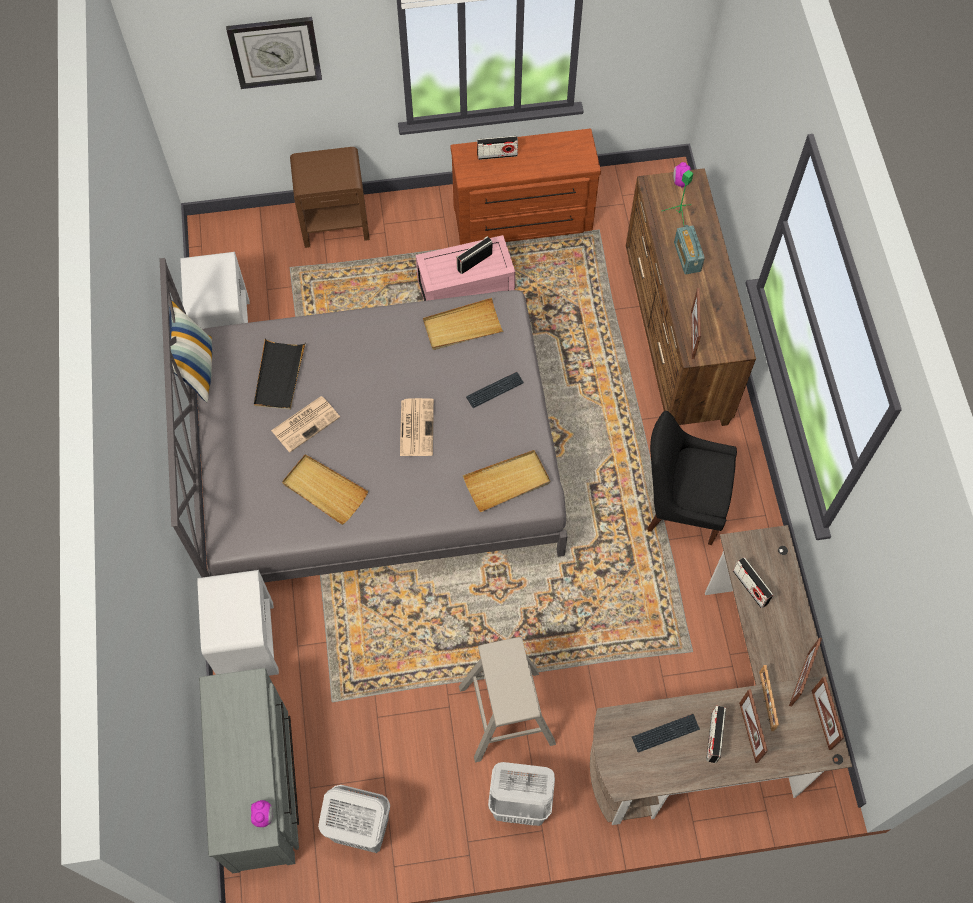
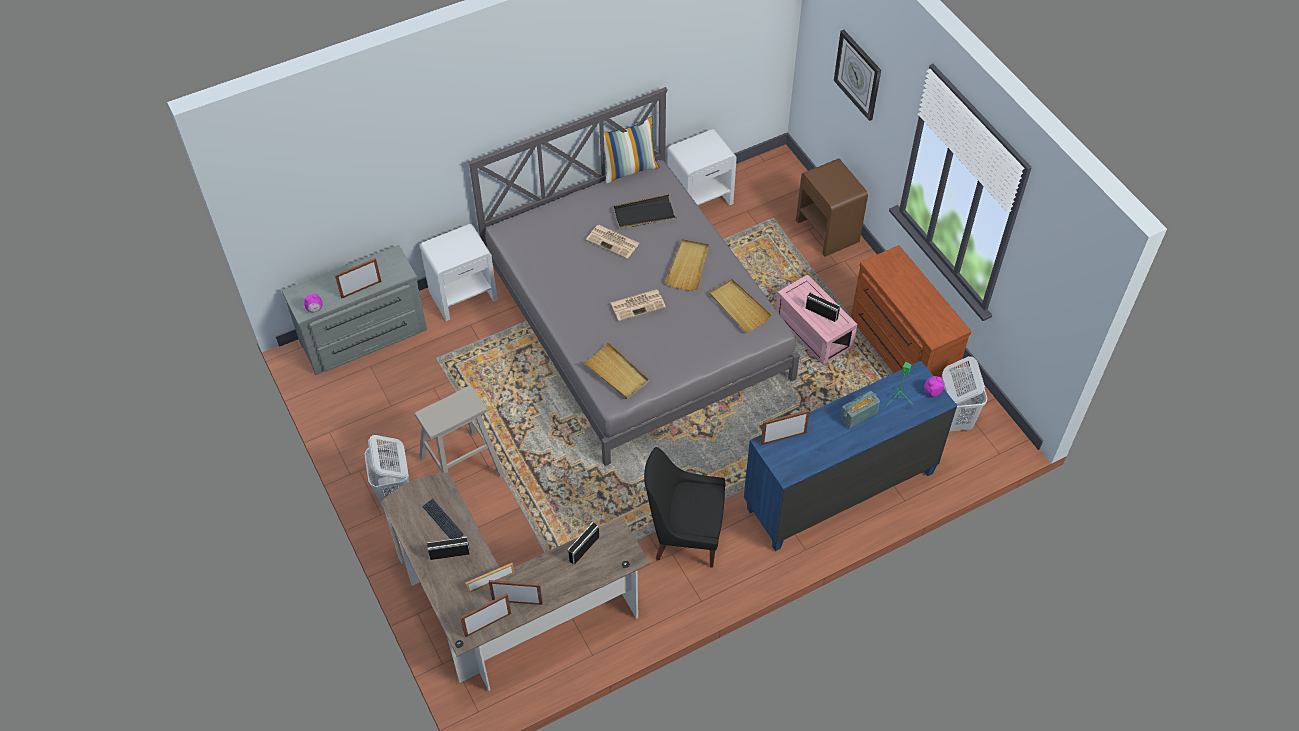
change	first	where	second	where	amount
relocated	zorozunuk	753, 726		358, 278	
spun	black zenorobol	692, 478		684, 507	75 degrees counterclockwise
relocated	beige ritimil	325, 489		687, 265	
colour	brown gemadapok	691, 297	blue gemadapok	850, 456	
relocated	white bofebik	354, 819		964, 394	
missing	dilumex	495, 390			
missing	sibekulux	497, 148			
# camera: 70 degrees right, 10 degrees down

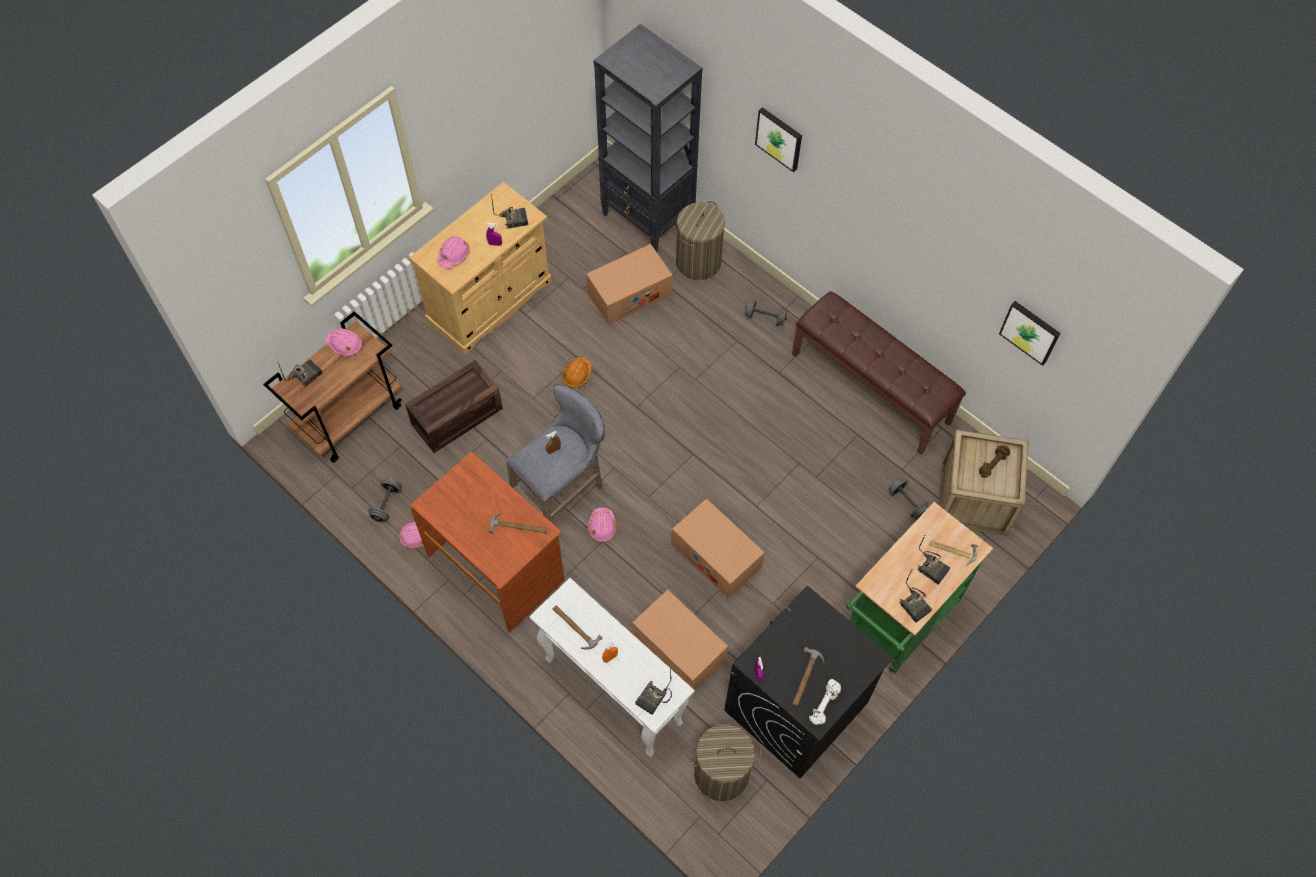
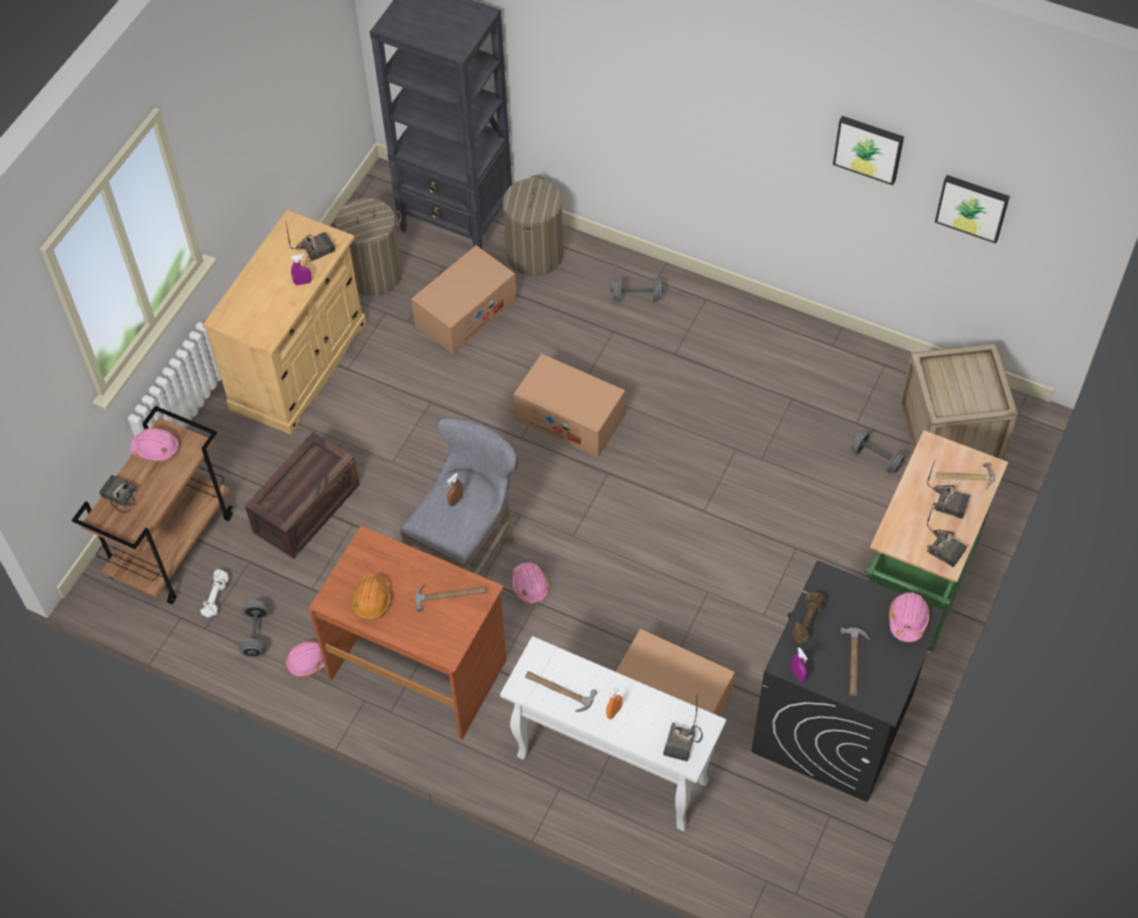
change	first	where	second	where	amount
spun	sibekulux	300, 373		118, 494	90 degrees counterclockwise
relocated	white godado	825, 702		214, 593	
relocated	bofebik	725, 762		368, 247	
relocated	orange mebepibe	577, 373		371, 597	
relocated	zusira	718, 548		569, 405	
relocated	brown godado	994, 461		809, 617	
relocated	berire	778, 139		868, 150	
relocated	pink mebepibe	453, 252		909, 617	
missing	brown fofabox	879, 373			
# camera: 15 degrees left, 5 degrees down

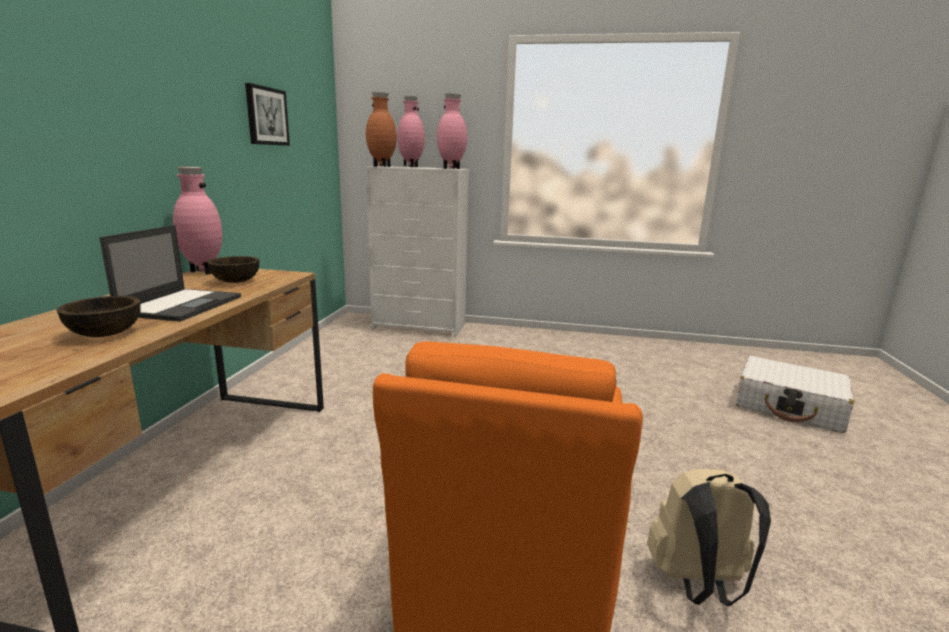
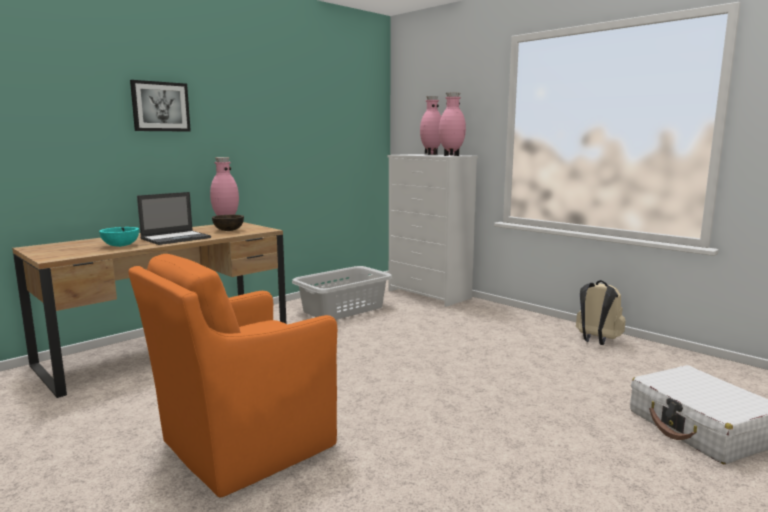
change	first	where	second	where	amount
colour	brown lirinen	98, 316	turquoise lirinen	119, 237	
relocated	berire	267, 114		160, 106	
appeared			grey bofebik	342, 293	
relocated	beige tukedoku	709, 537		601, 312	
missing	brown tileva	381, 129			
# camera: 35 degrees right, 5 degrees down

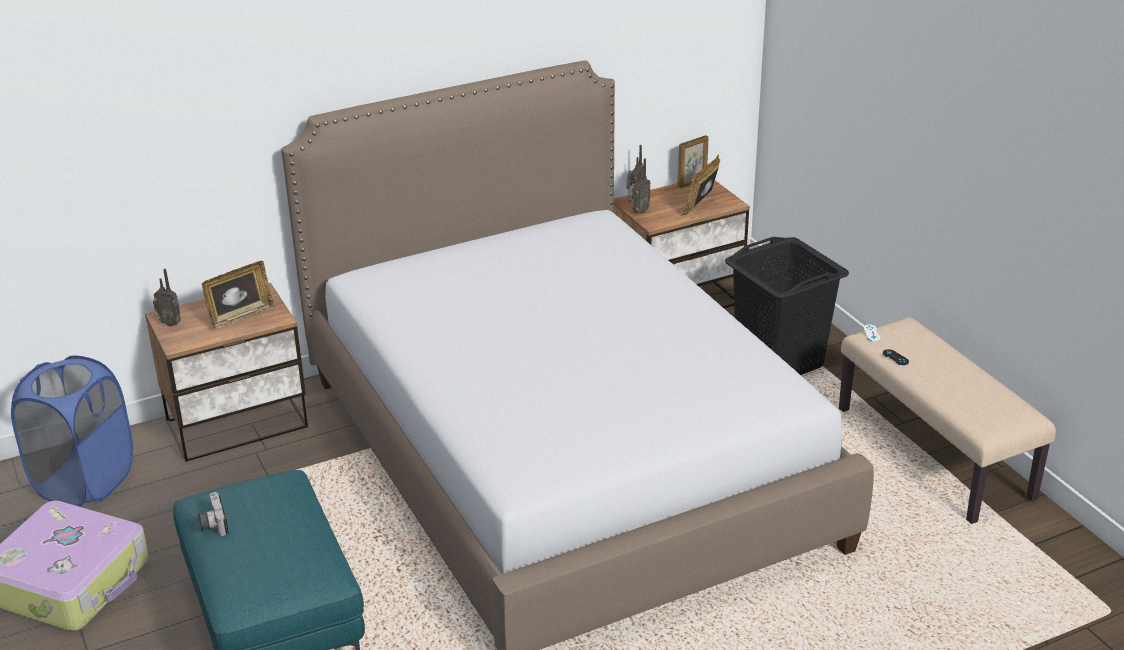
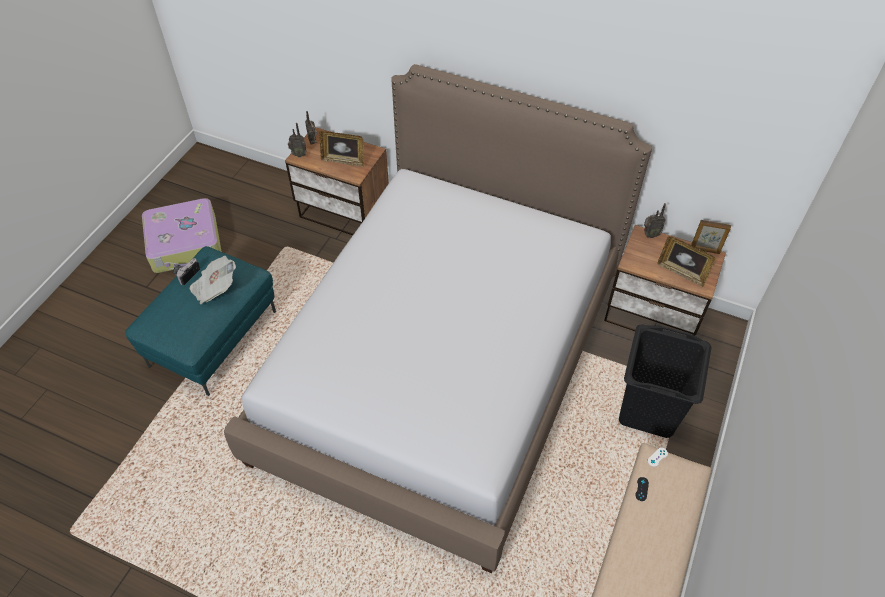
change	first	where	second	where	amount
appeared			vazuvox	213, 280	
relocated	sibekulux	640, 186		297, 140	
spun	zorozunuk	701, 185		686, 261	135 degrees counterclockwise
missing	blue bofebik	72, 431			
# camera: 50 degrees right, 20 degrees up

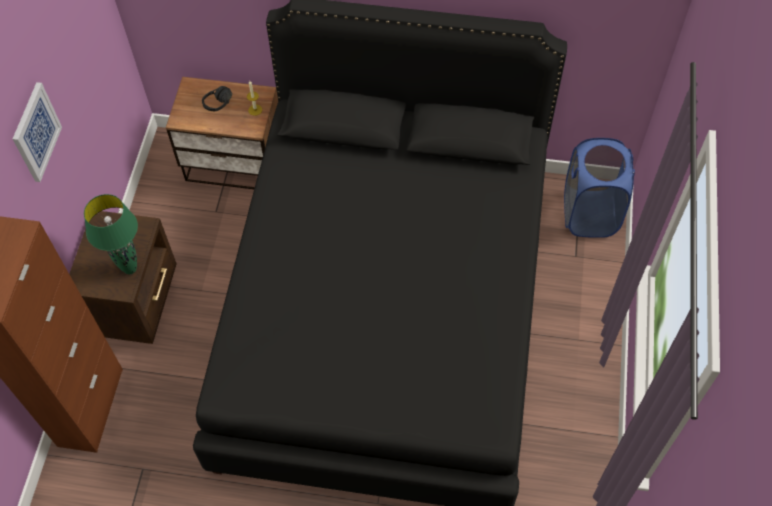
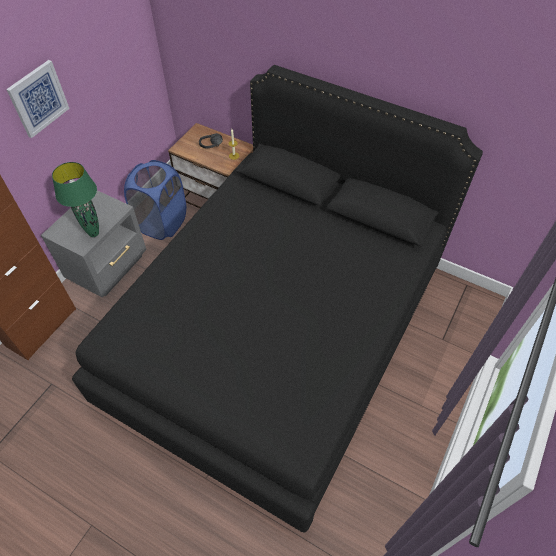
change	first	where	second	where	amount
colour	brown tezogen	123, 277	grey tezogen	93, 244	
relocated	blue bofebik	599, 188		155, 200	
# camera: 20 degrees right, 5 degrees down

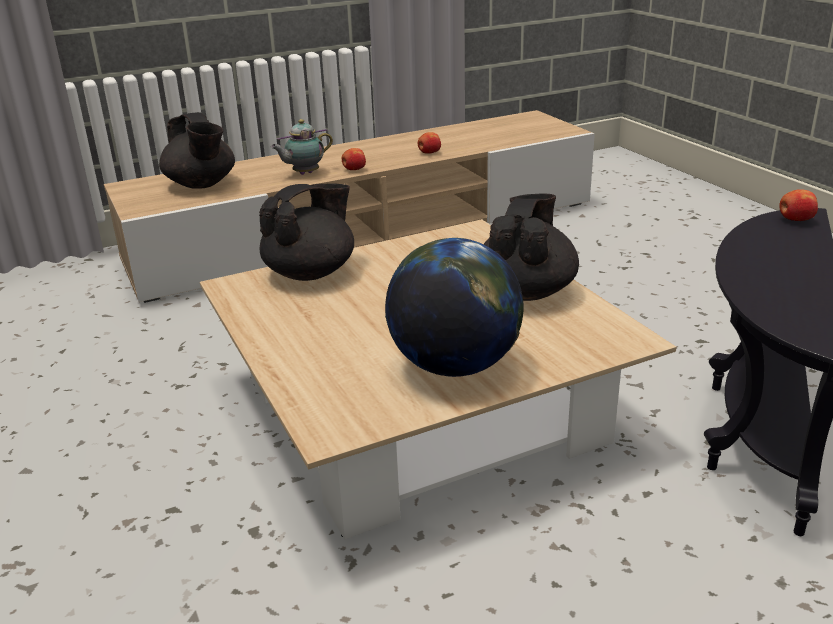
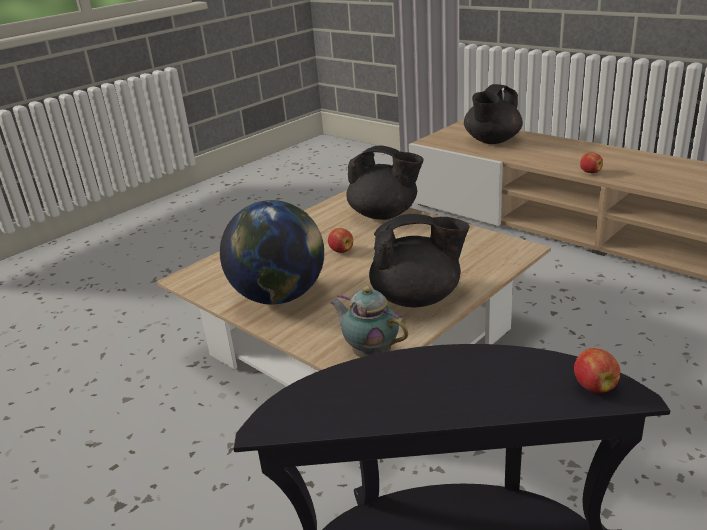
change	first	where	second	where	amount
relocated	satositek	429, 143		340, 240	
relocated	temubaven	301, 147		369, 321	
# camera: 70 degrees right, 0 degrees up

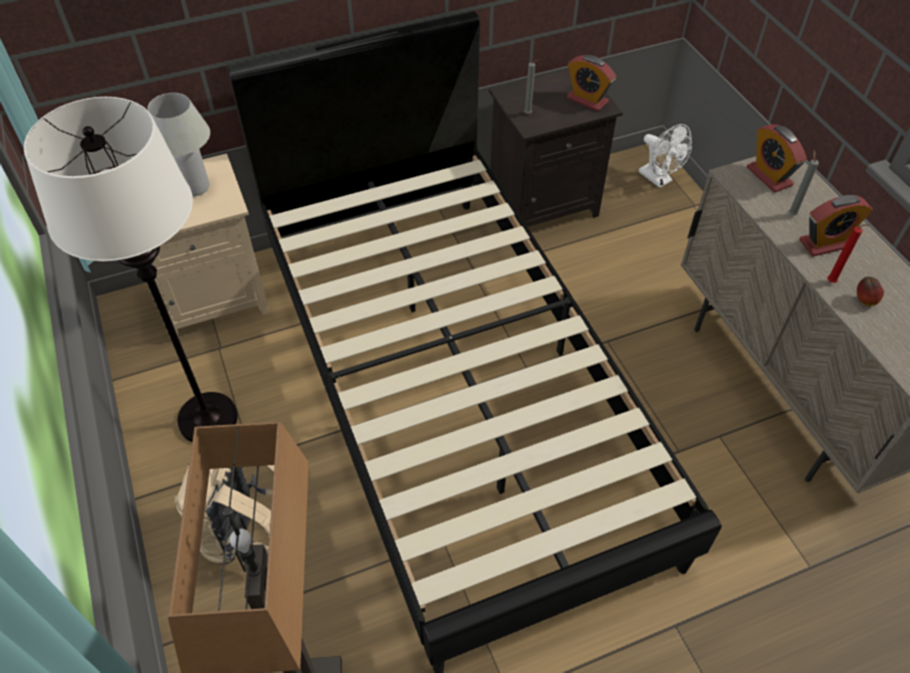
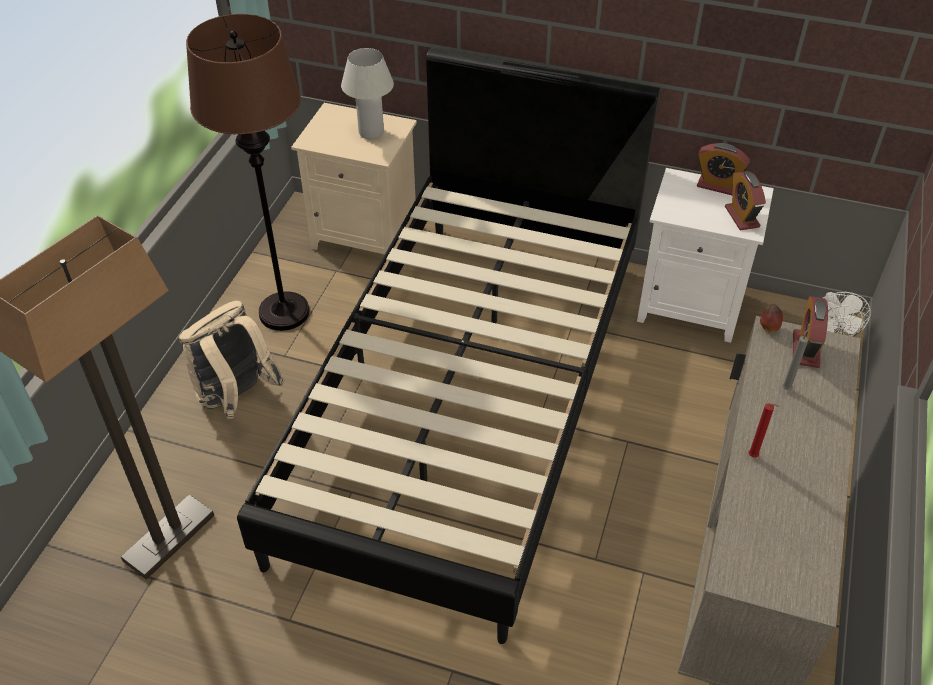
change	first	where	second	where	amount
colour	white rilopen	131, 269	brown rilopen	248, 172	
colour	black tezogen	556, 148	white tezogen	705, 255	
relocated	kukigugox	836, 226		723, 169	
relocated	satositek	870, 291		771, 318	
missing	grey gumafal	531, 87			
# camera: 40 degrees right, 5 degrees down

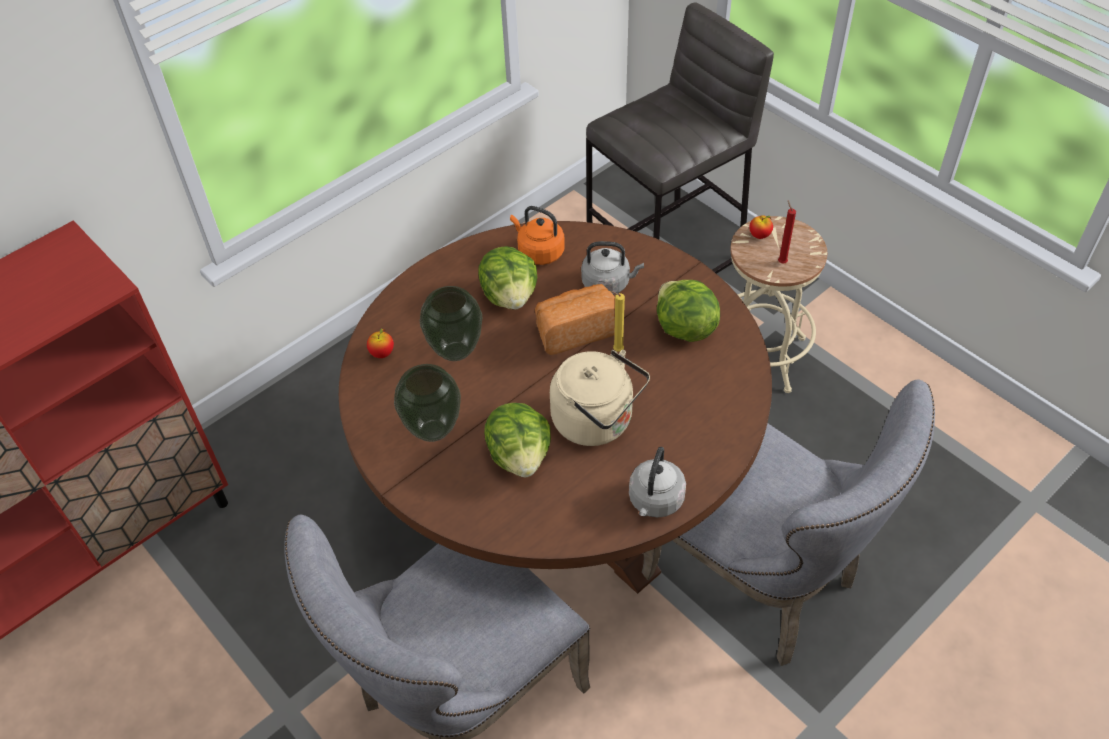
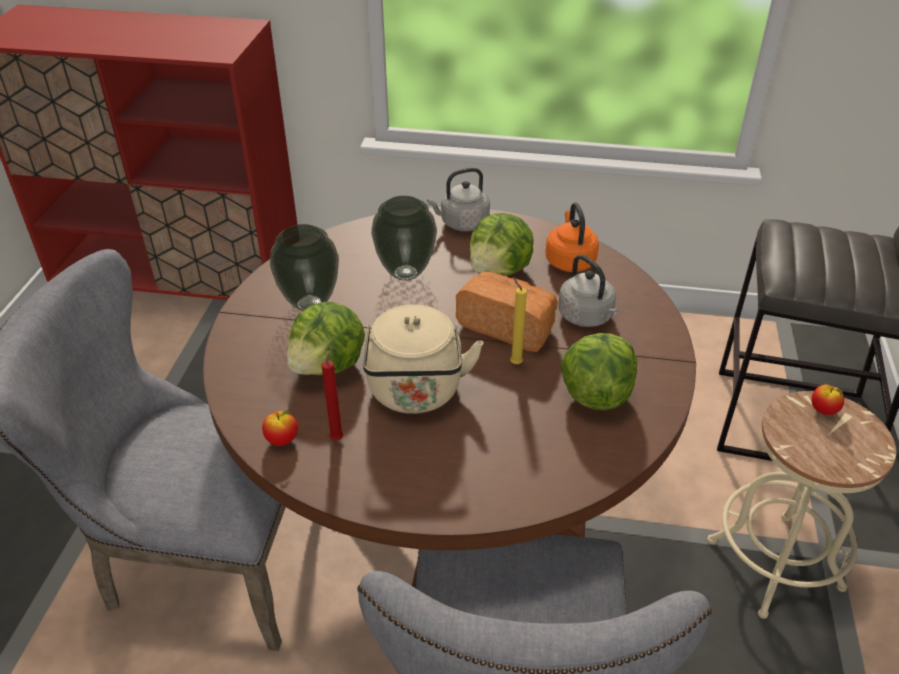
change	first	where	second	where	amount
relocated	satositek	380, 343		280, 428	
relocated	red gumafal	787, 232		333, 393	
relocated	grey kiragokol	657, 482		458, 199	
# camera: 50 degrees right, 10 degrees down

